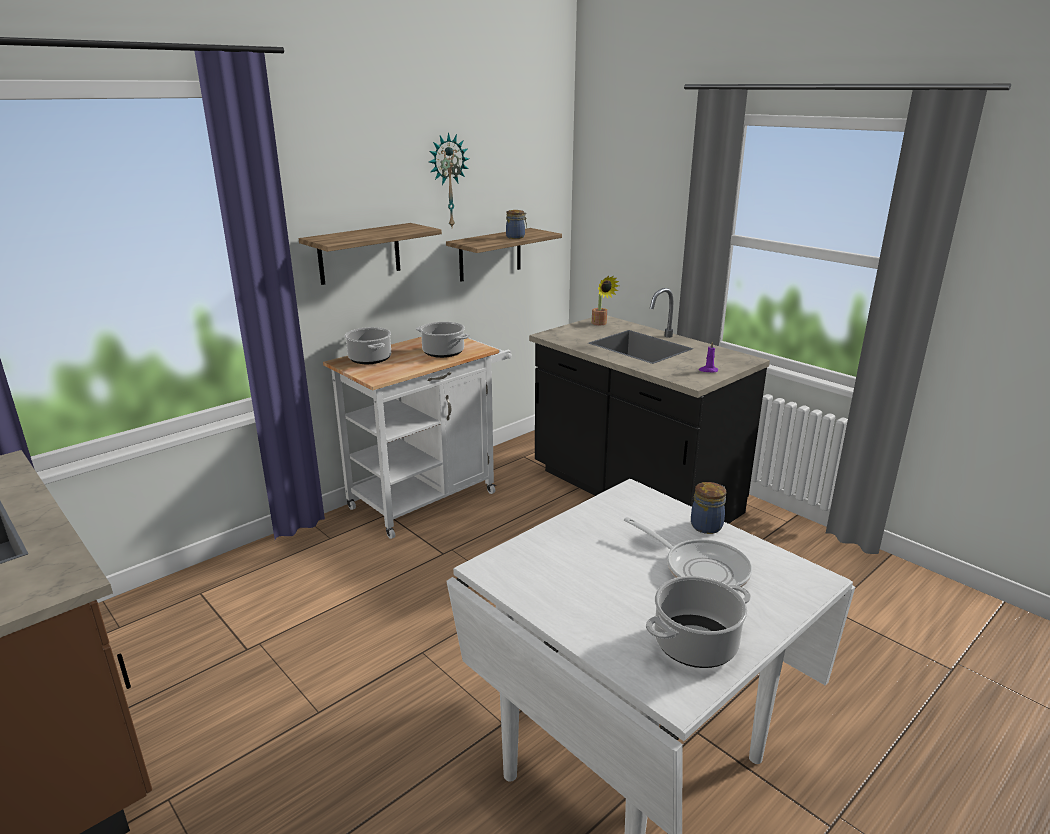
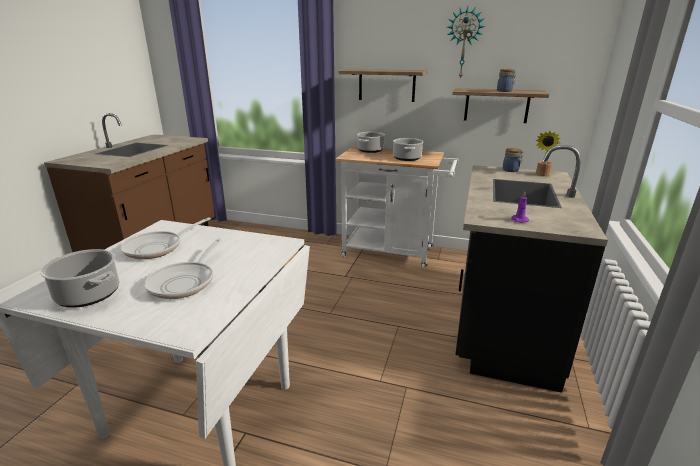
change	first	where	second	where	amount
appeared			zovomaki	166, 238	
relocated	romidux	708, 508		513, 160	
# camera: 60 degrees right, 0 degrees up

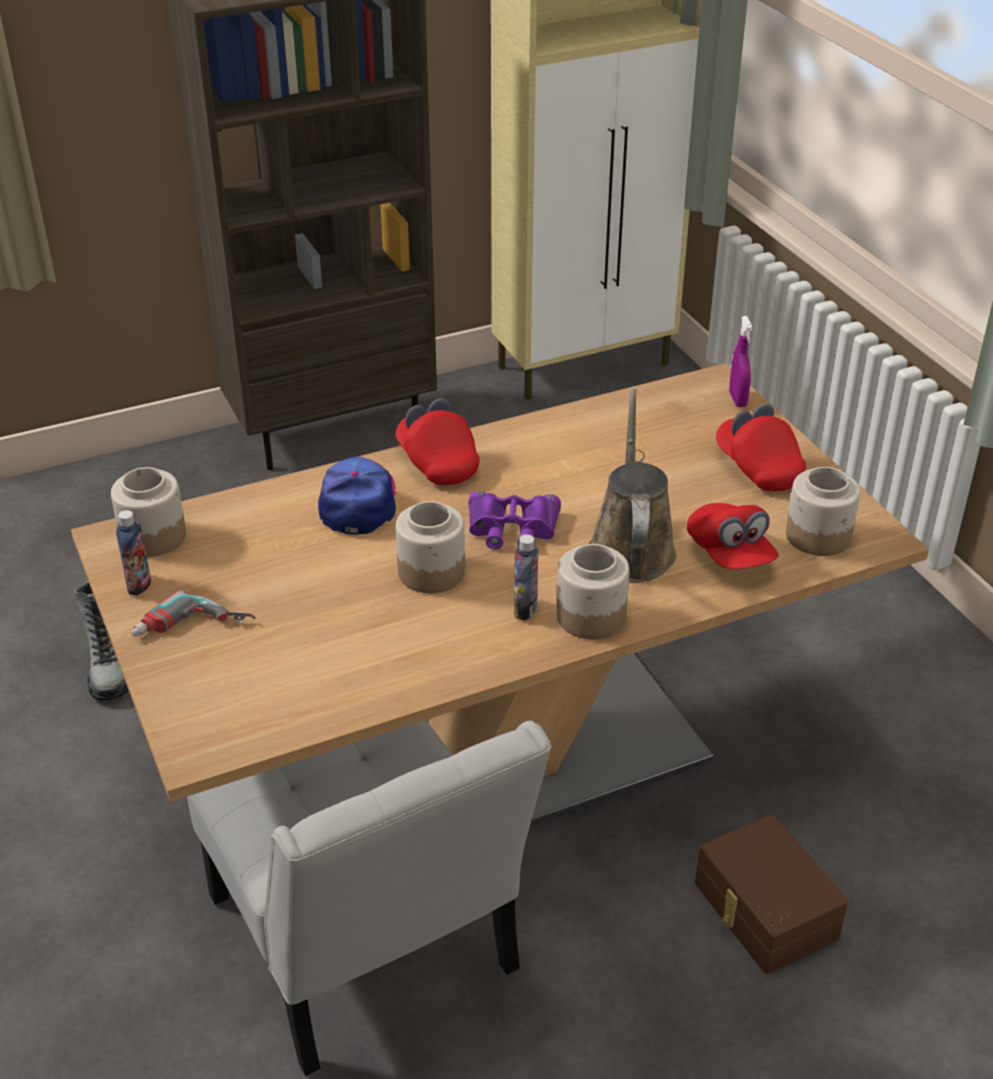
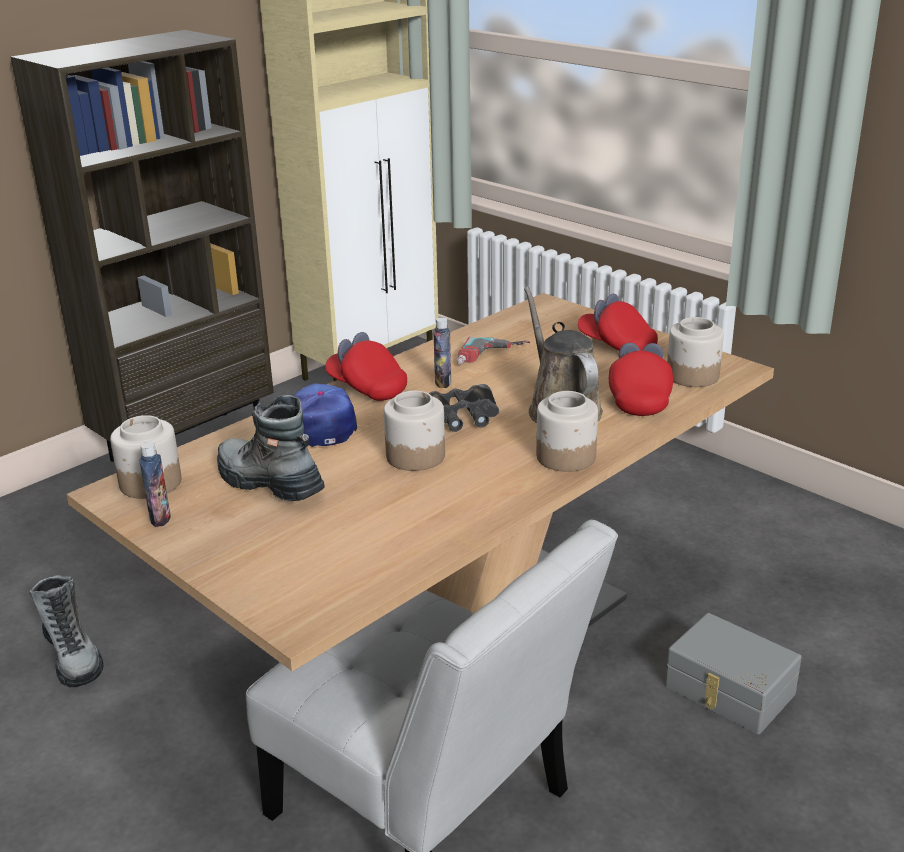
change	first	where	second	where	amount
appeared			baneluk	271, 448	
colour	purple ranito	514, 520	black ranito	464, 408	
relocated	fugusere	526, 577		442, 353	
relocated	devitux	193, 613		493, 350	
spun	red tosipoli	733, 536		641, 379	135 degrees counterclockwise
colour	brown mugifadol	771, 894	grey mugifadol	733, 673	
missing	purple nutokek	741, 361			
# camera: 20 degrees left, 10 degrees down

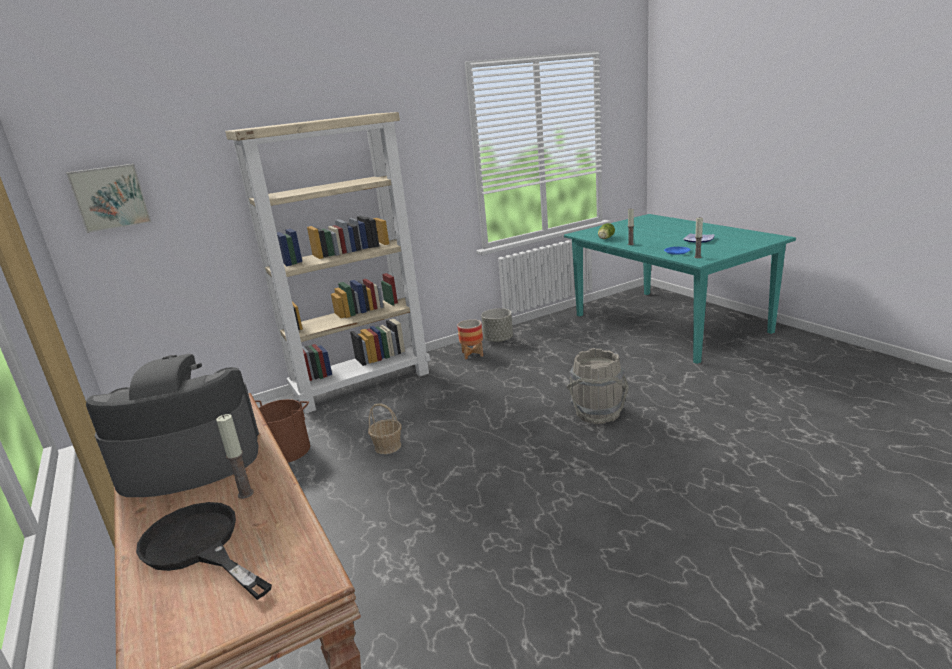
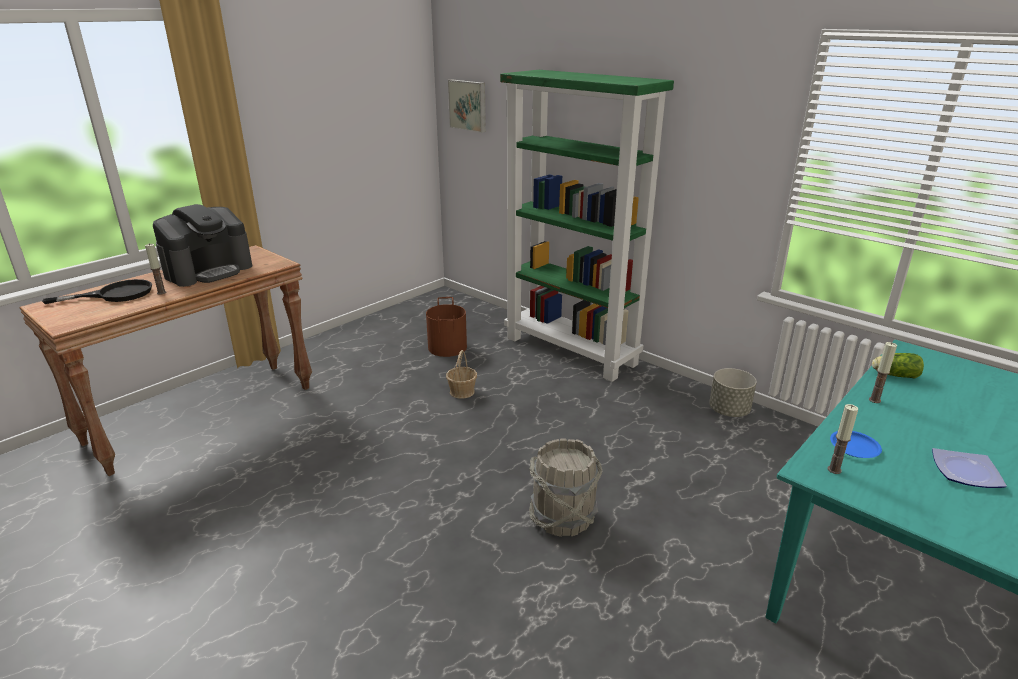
change	first	where	second	where	amount
spun	black zovomaki	204, 551		97, 291	45 degrees clockwise
spun	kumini	172, 425		202, 245	75 degrees clockwise
colour	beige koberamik	327, 263	green koberamik	587, 226	
missing	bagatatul	470, 339			
# camera: 70 degrees right, 5 degrees up

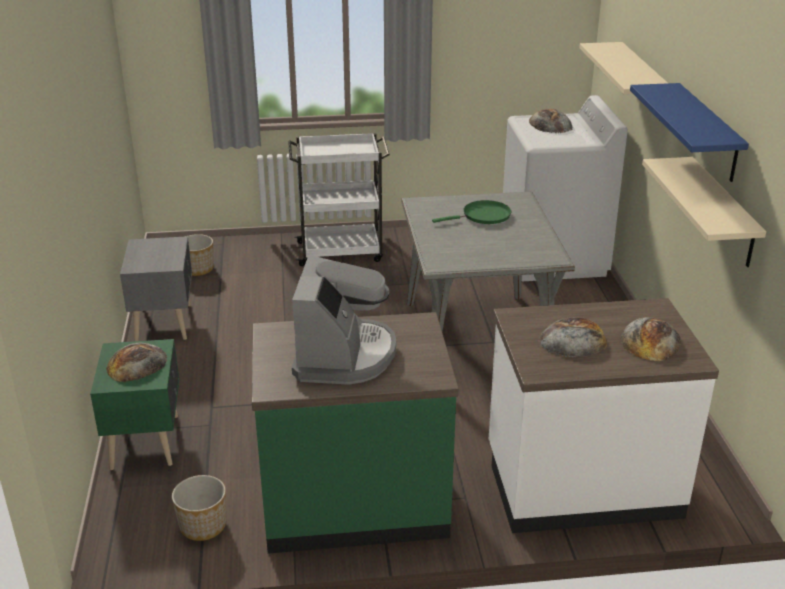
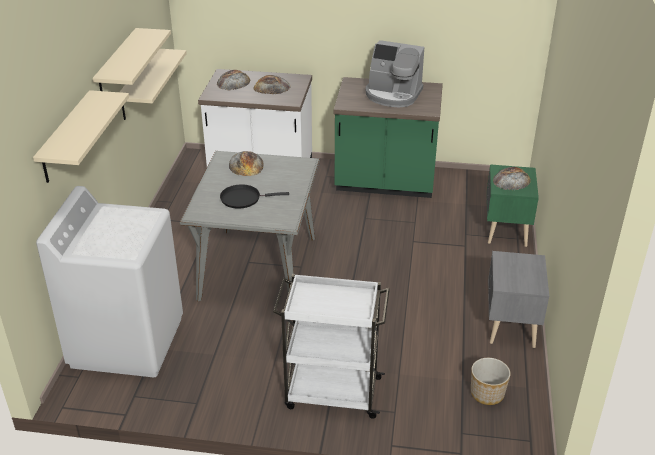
change	first	where	second	where	amount
colour	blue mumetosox	689, 132	beige mumetosox	132, 59	
colour	green zovomaki	471, 212	black zovomaki	254, 196	
relocated	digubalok	551, 121		246, 163	
spun	kumini	344, 320		395, 73	90 degrees counterclockwise
missing	bagatatul	199, 508			
# camera: 165 degrees left, 5 degrees up

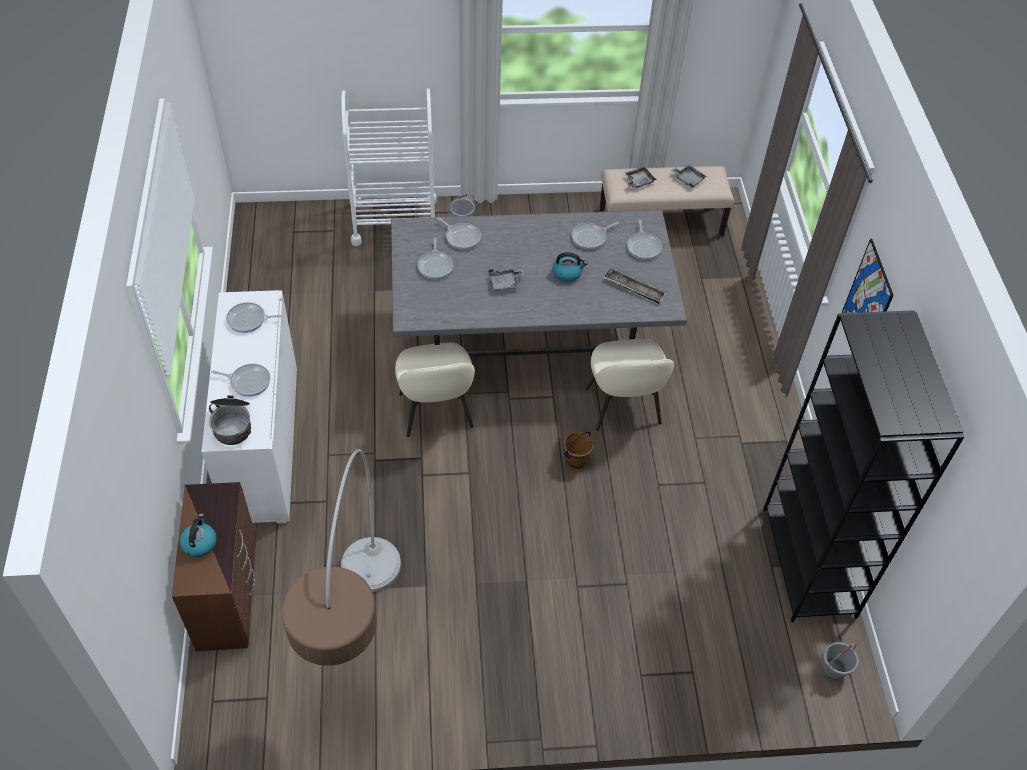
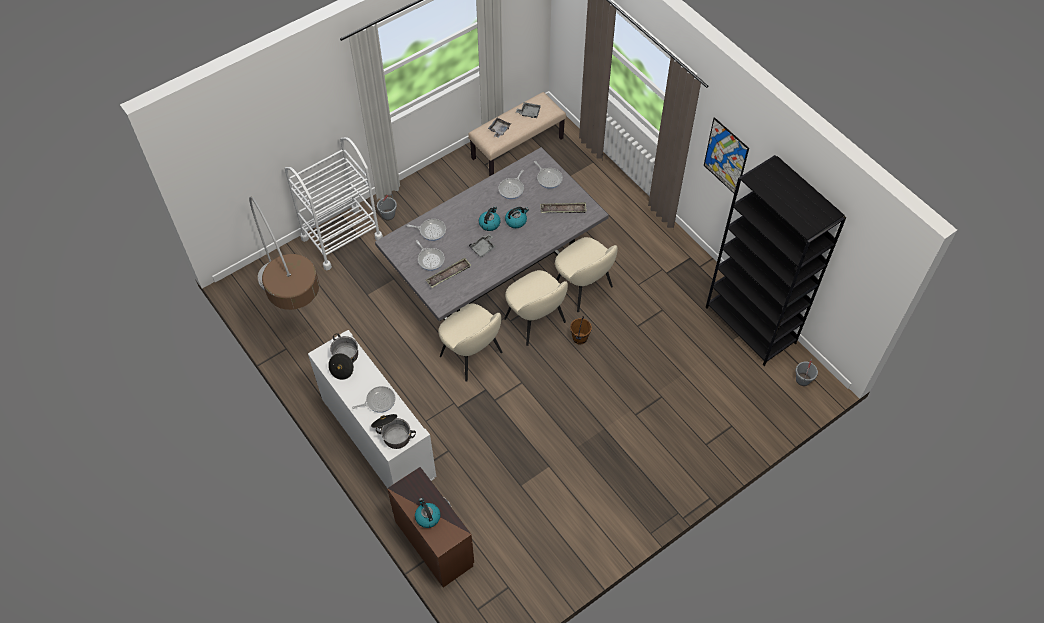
change	first	where	second	where	amount
relocated	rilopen	341, 557		284, 253	
exchanged	zovomaki	255, 317	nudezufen	343, 356	
appeared			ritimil	448, 272	
appeared			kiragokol	490, 218	
appeared			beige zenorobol	536, 308	
# camera: 30 degrees left, 5 degrees up

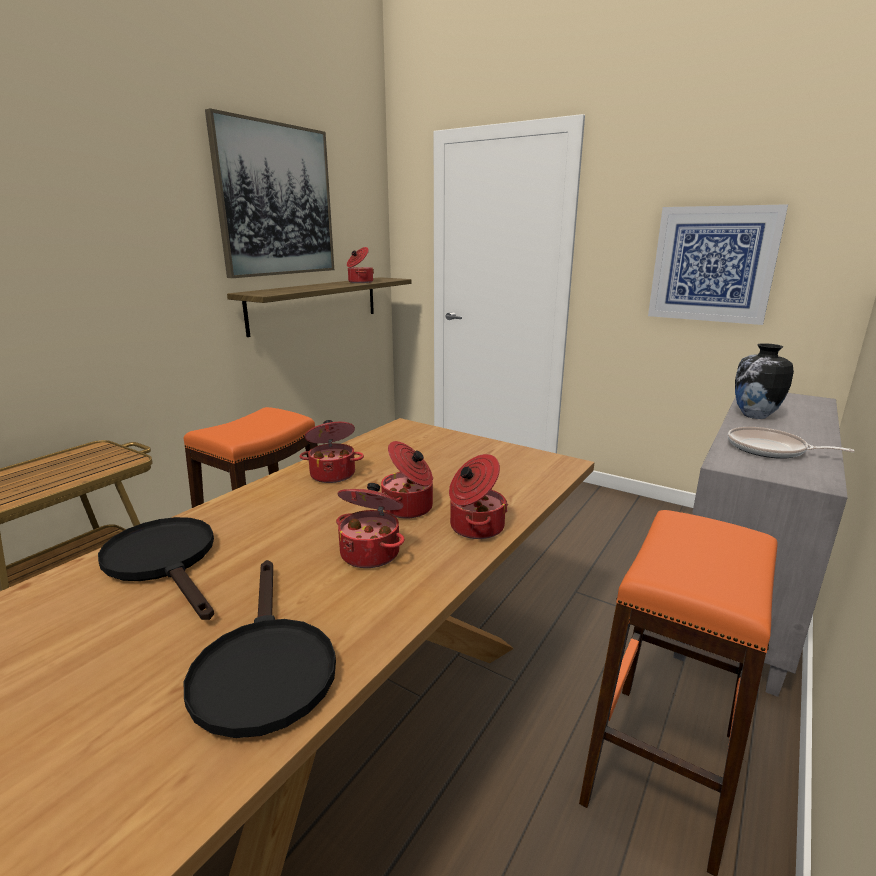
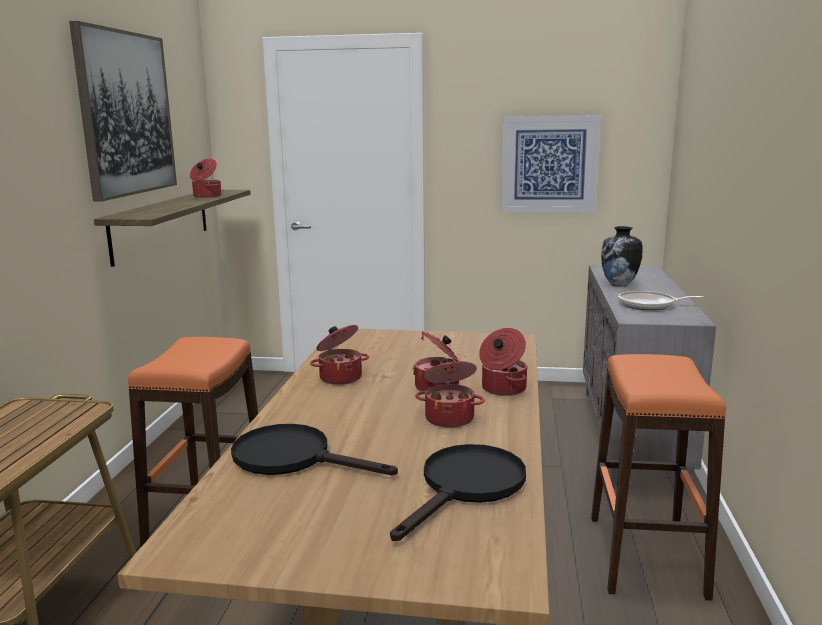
change	first	where	second	where	amount
spun	black zovomaki	260, 649		458, 492	105 degrees counterclockwise
# camera: 25 degrees left, 5 degrees down

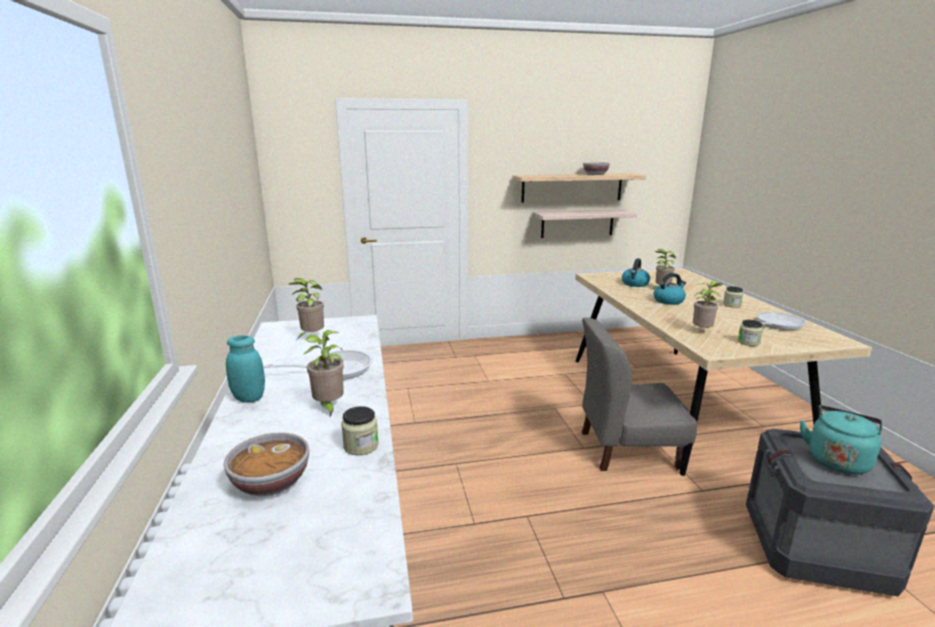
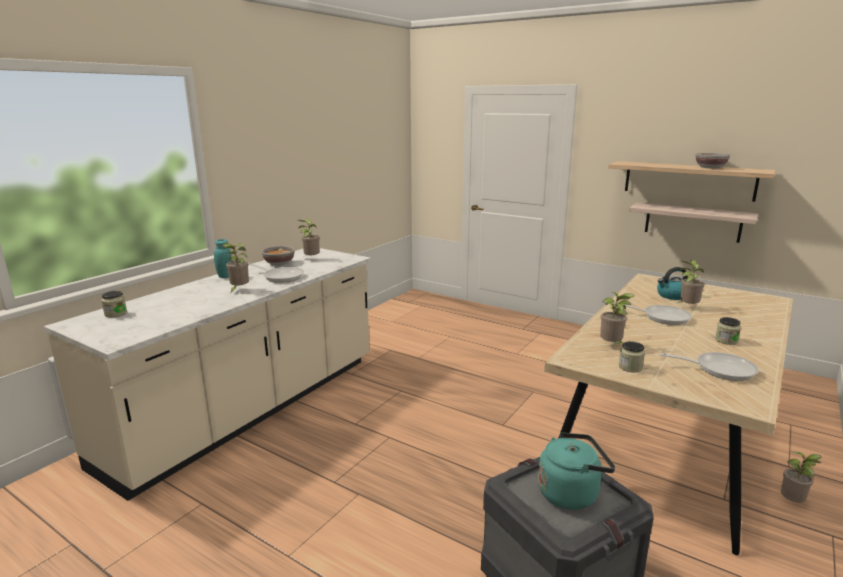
change	first	where	second	where	amount
relocated	romidux	359, 430		114, 304	
relocated	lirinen	266, 464		278, 255	
exchanged	kiragokol	669, 289	zovomaki	653, 314	
appeared			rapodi	801, 477	
missing	grey zenorobol	639, 394			
# camera: 45 degrees right, 0 degrees up

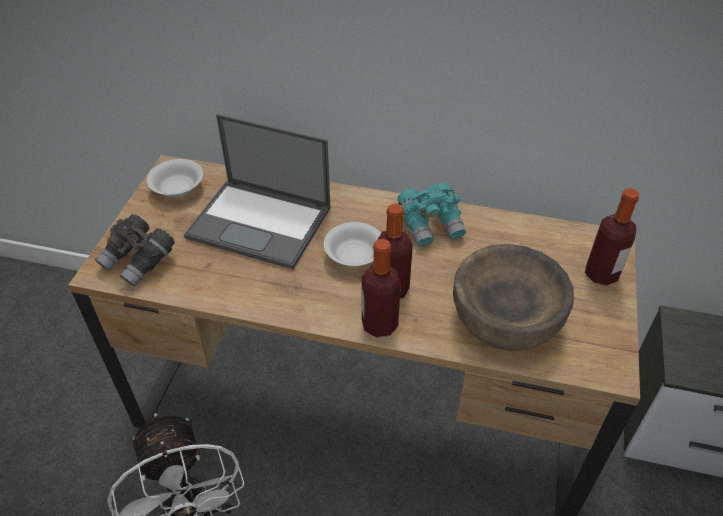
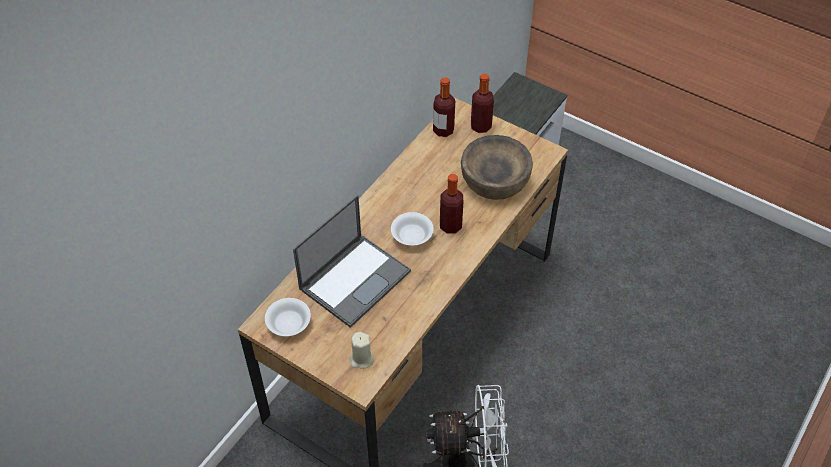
change	first	where	second	where	amount
exchanged	grey ranito	135, 250	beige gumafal	361, 350	
relocated	fugusere	381, 288		444, 107	
missing	turquoise ranito	432, 214			
# camera: 70 degrees left, 5 degrees up

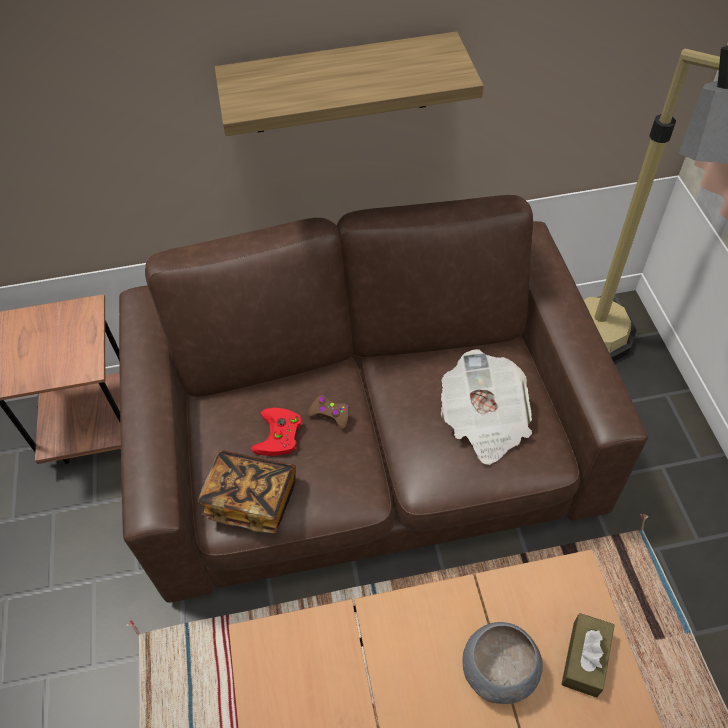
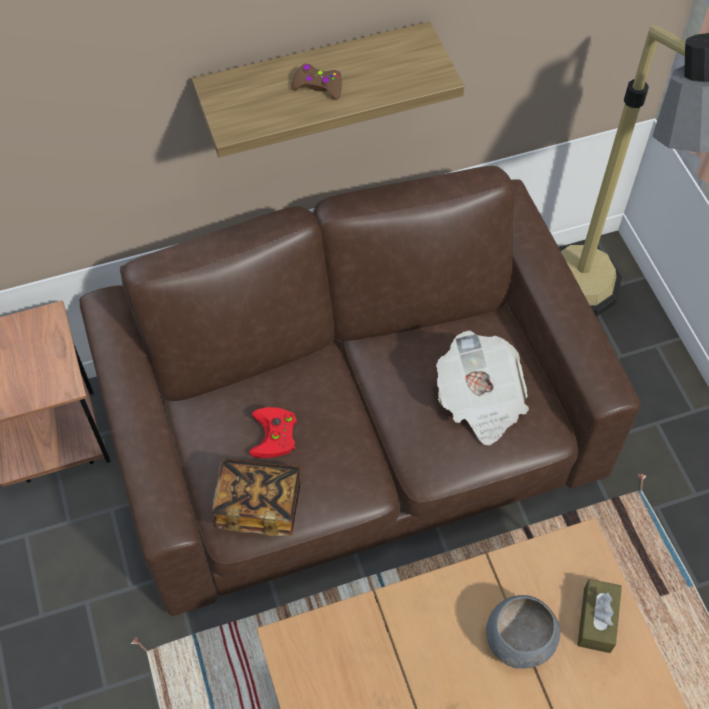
change	first	where	second	where	amount
relocated	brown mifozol	328, 412		316, 82	
# camera: 10 degrees left, 5 degrees up

